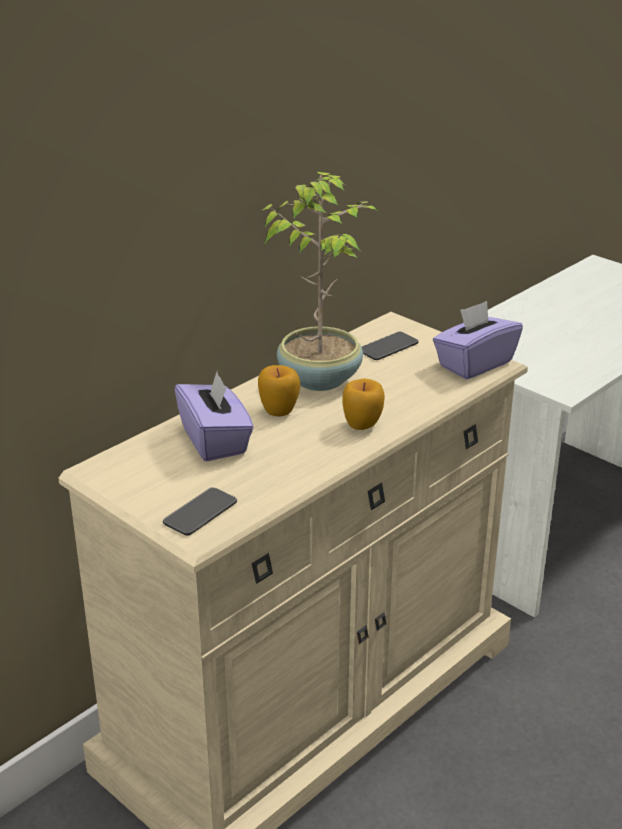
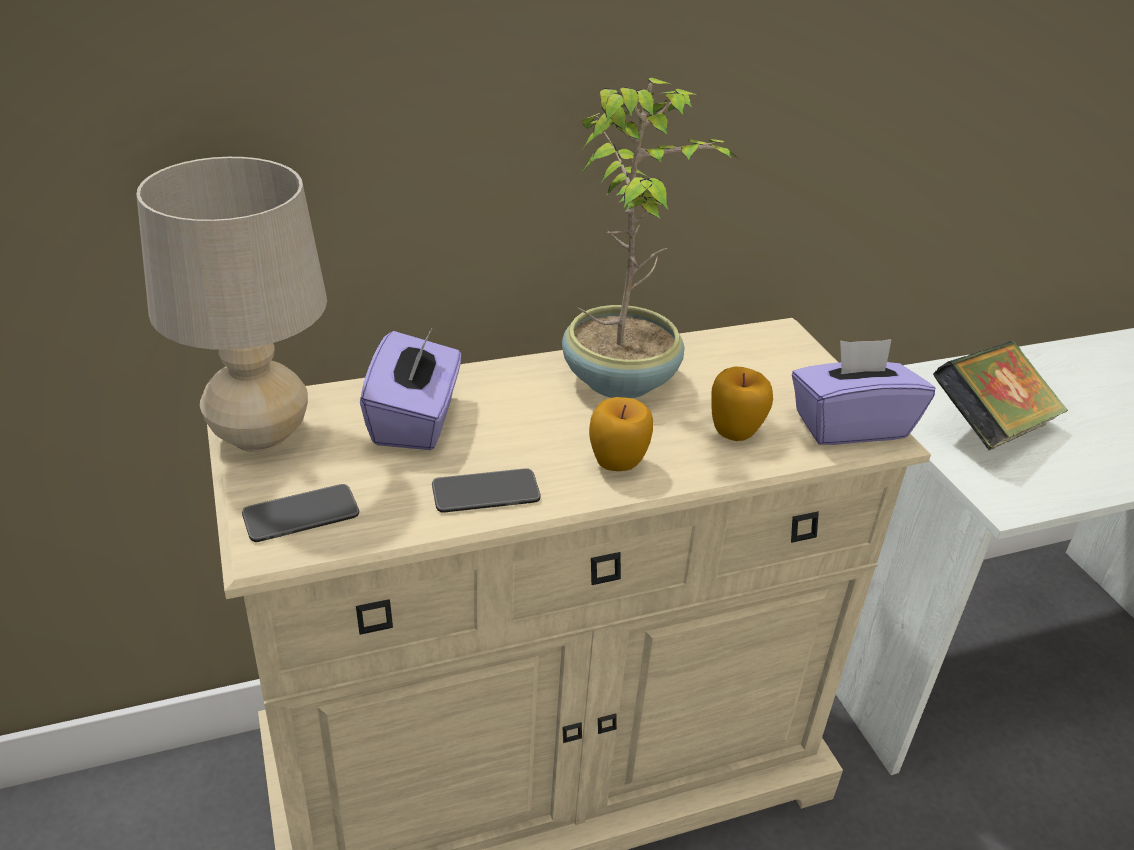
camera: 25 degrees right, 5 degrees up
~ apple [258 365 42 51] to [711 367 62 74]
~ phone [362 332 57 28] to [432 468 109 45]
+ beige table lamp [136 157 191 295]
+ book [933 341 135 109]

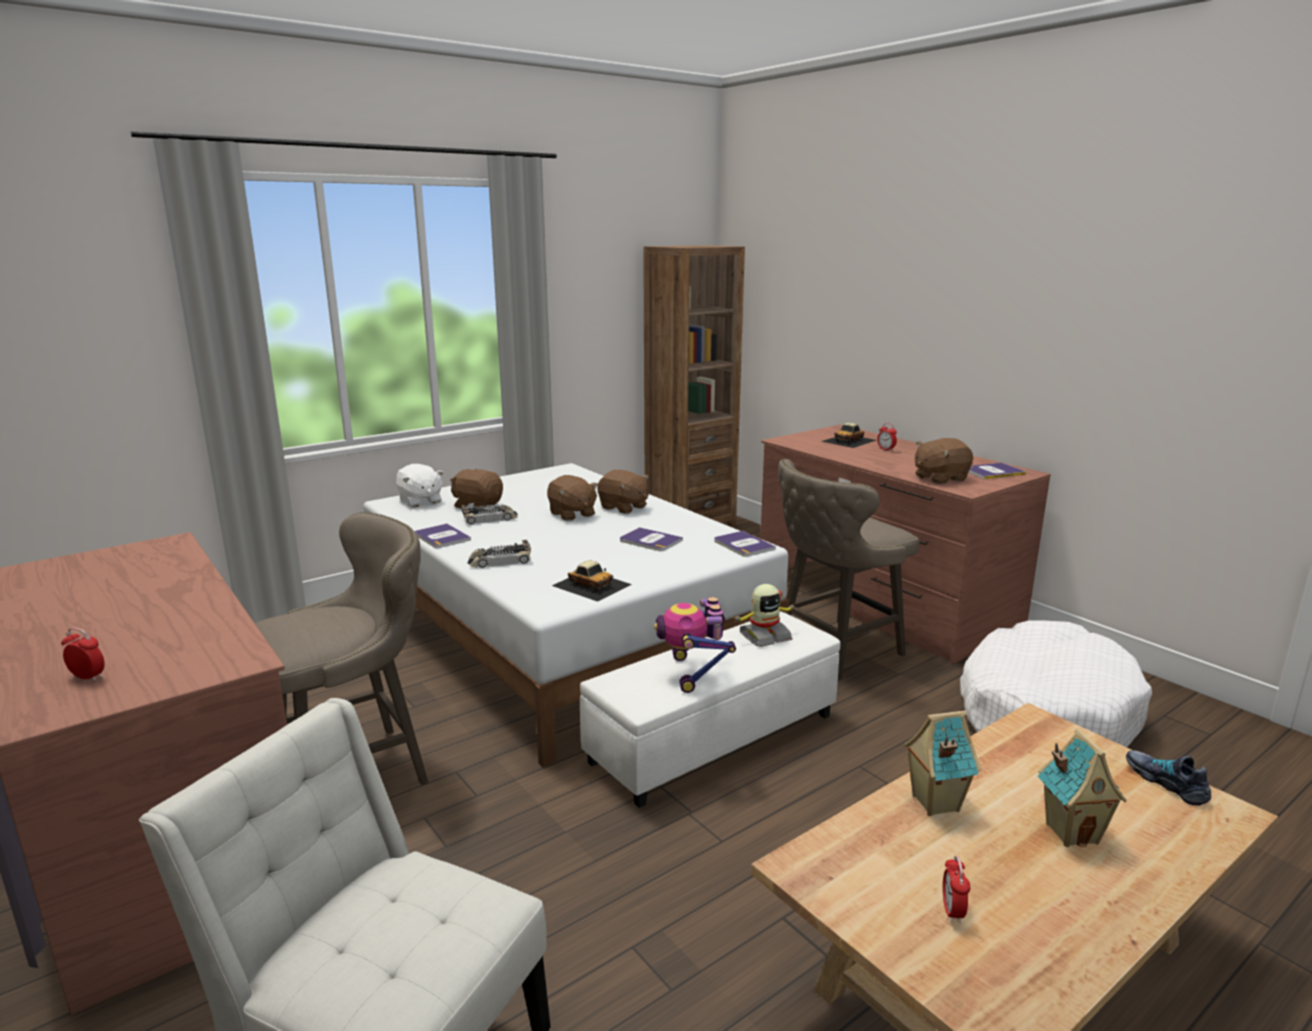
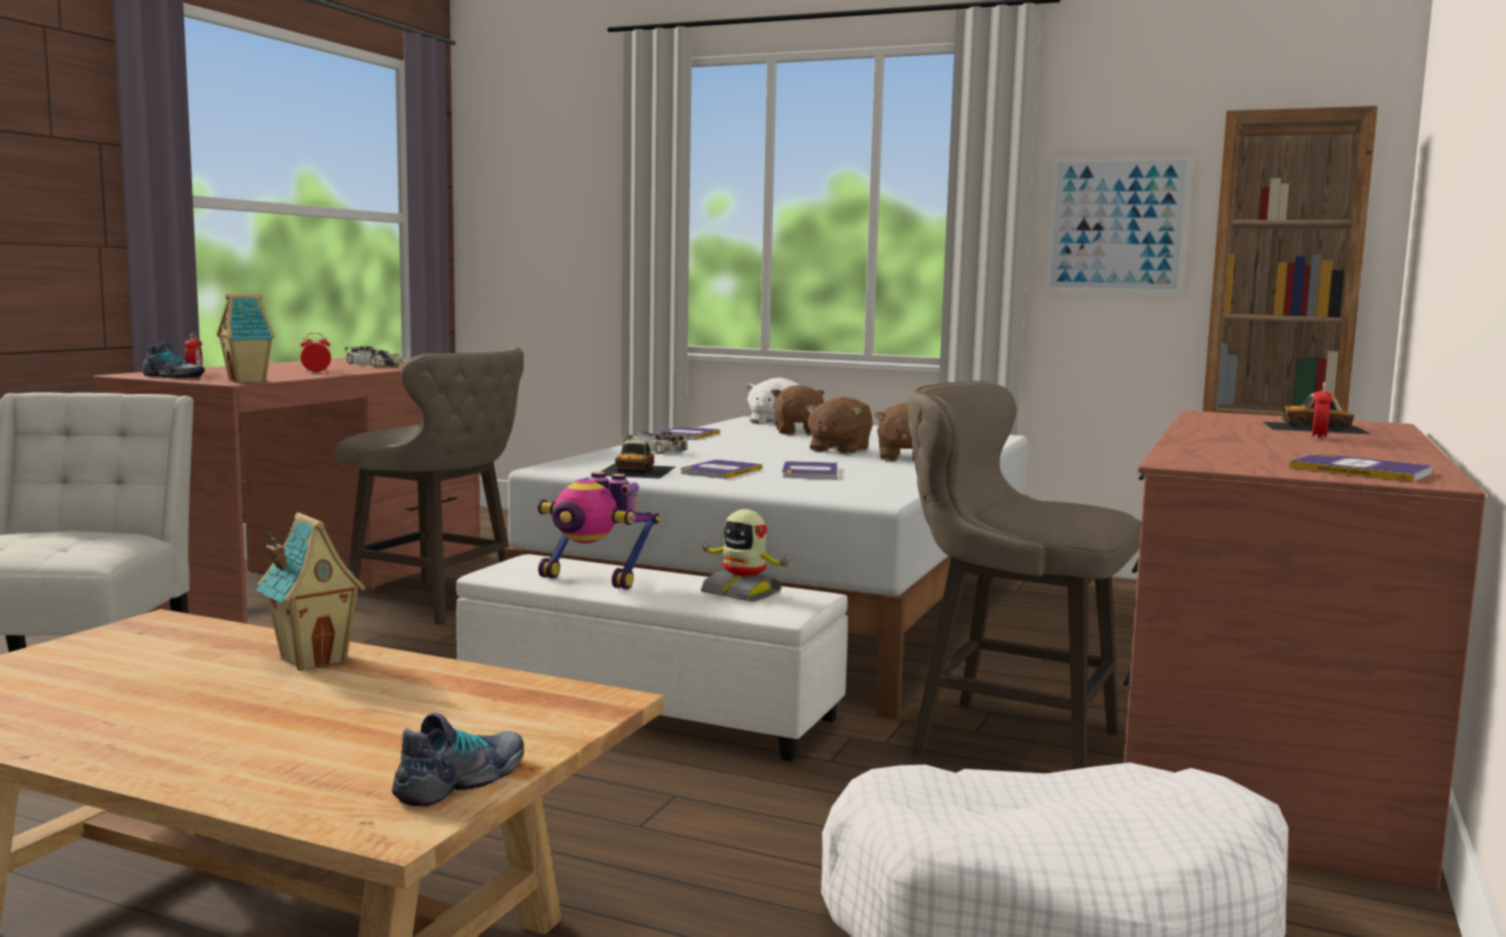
camera: 60 degrees right, 10 degrees down
~ toy car [461 505 57 20] to [345 346 60 21]
~ toy robot [654 597 82 96] = [537 472 123 117] 120 degrees counterclockwise
~ book [714 531 62 26] to [680 460 83 19]
- brown plush toy [915 438 58 46]
~ alarm clock [943 856 28 67] to [300 333 31 39]
~ toy house [1038 728 89 119] to [217 294 58 89]
+ shoe [142 342 63 36]
+ picture [1045 156 147 138]

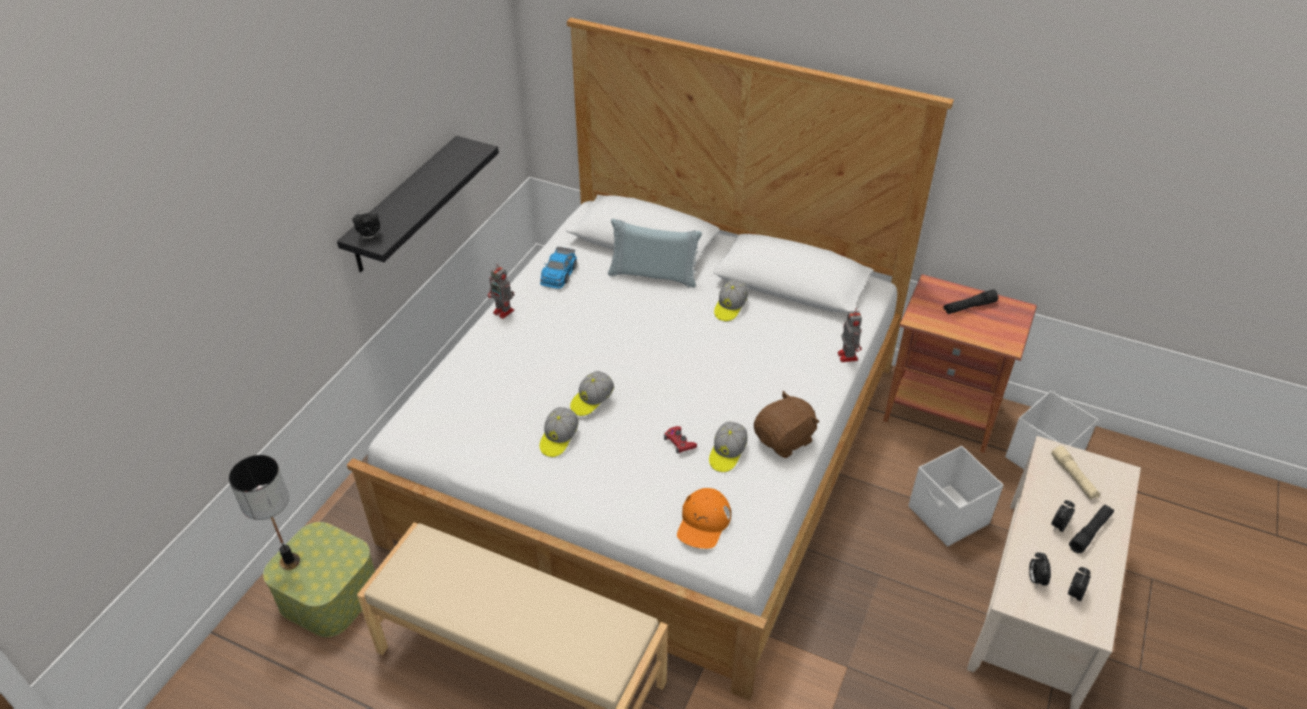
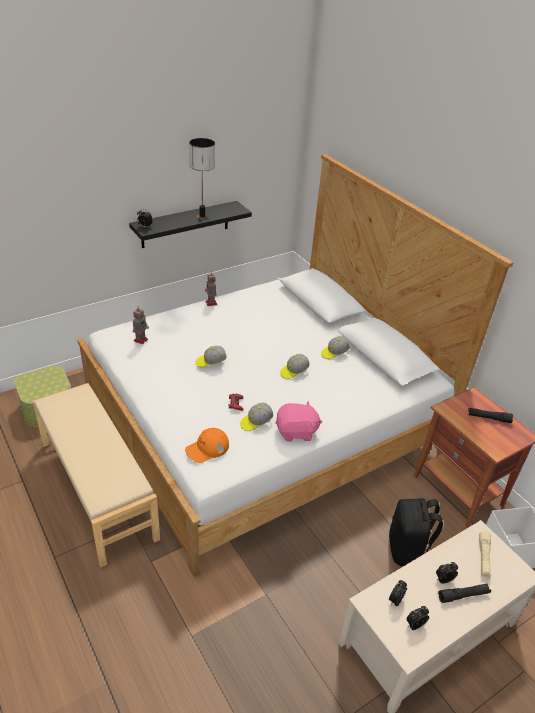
camera: 30 degrees right, 5 degrees down
~ table lamp [229 455 71 115] to [189 138 26 82]
~ cap [539 407 39 50] to [280 354 30 25]
- toy car [540 247 37 42]
- blue pillow [608 219 94 69]
~ brown plush toy [754 391 65 67] to pink plush toy [275 401 47 40]
~ toy robot [838 308 24 54] to [133 306 16 38]
~ white storage box [909 446 95 101] to black backpack [389 498 54 69]

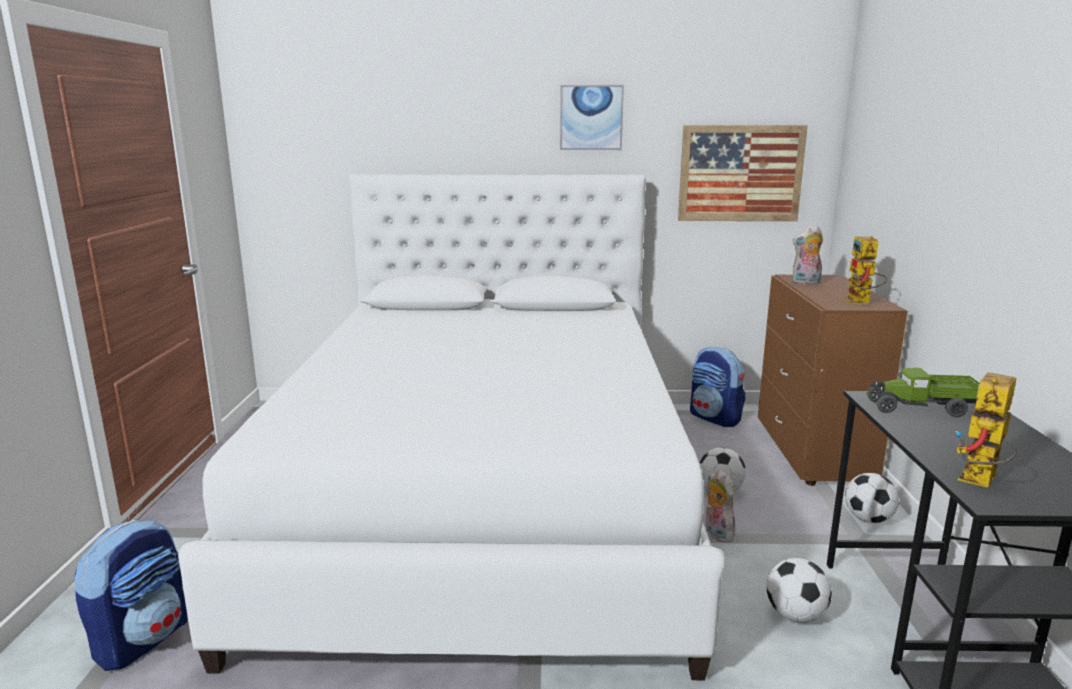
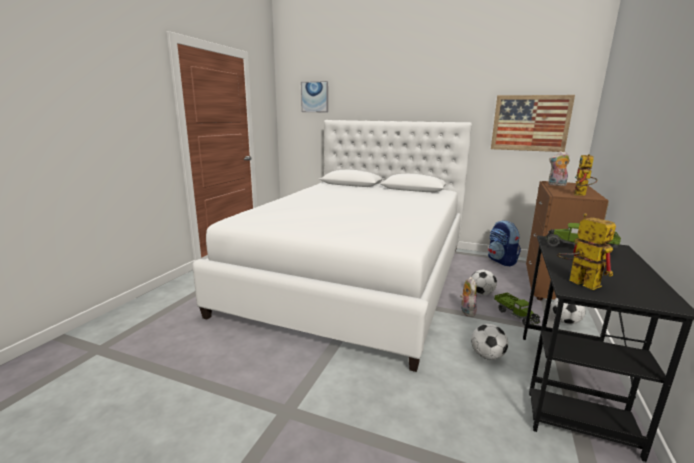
camera: 20 degrees right, 0 degrees up
- backpack [74 520 114 151]
~ picture [560 85 64 65] to [301 81 27 31]
~ toy robot [956 372 61 116] = [557 213 59 77] 90 degrees clockwise
+ toy truck [494 293 47 33]

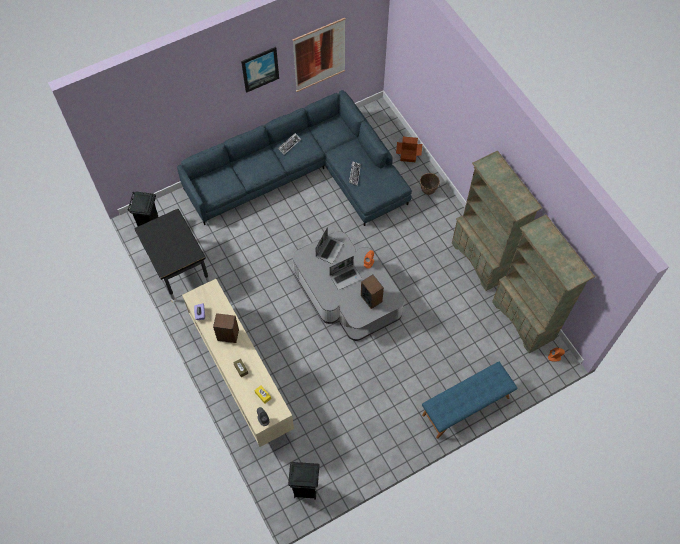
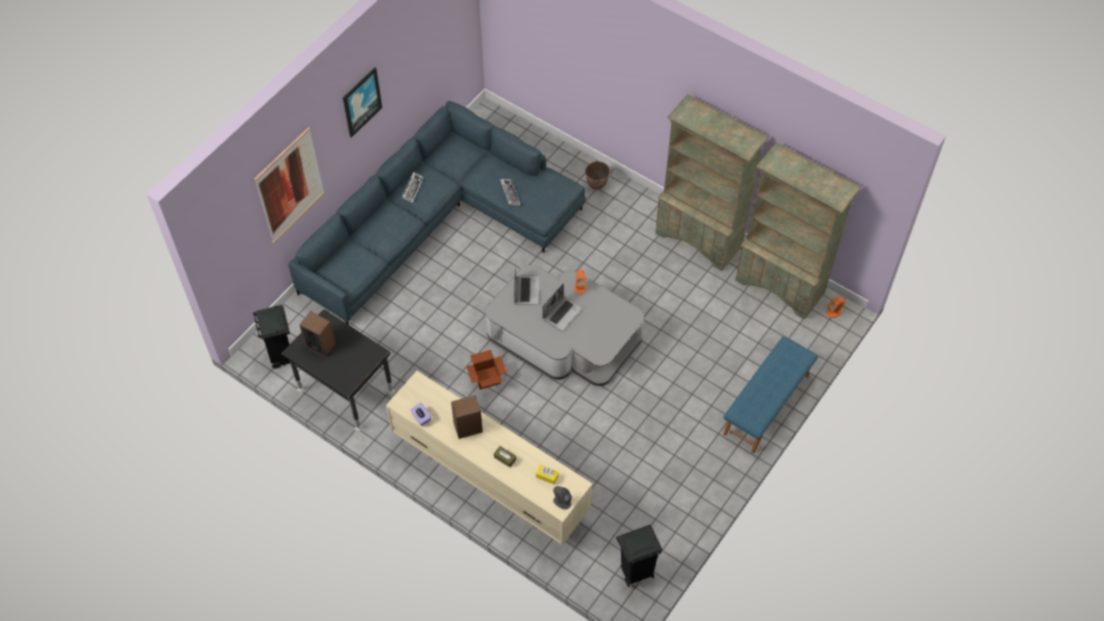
camera: 25 degrees left, 5 degrees down
~ picture [293 18 53 74] to [254 127 70 116]
~ speaker [361 275 23 34] to [299 311 37 46]
~ cardboard box [396 136 26 26] to [466 350 41 40]

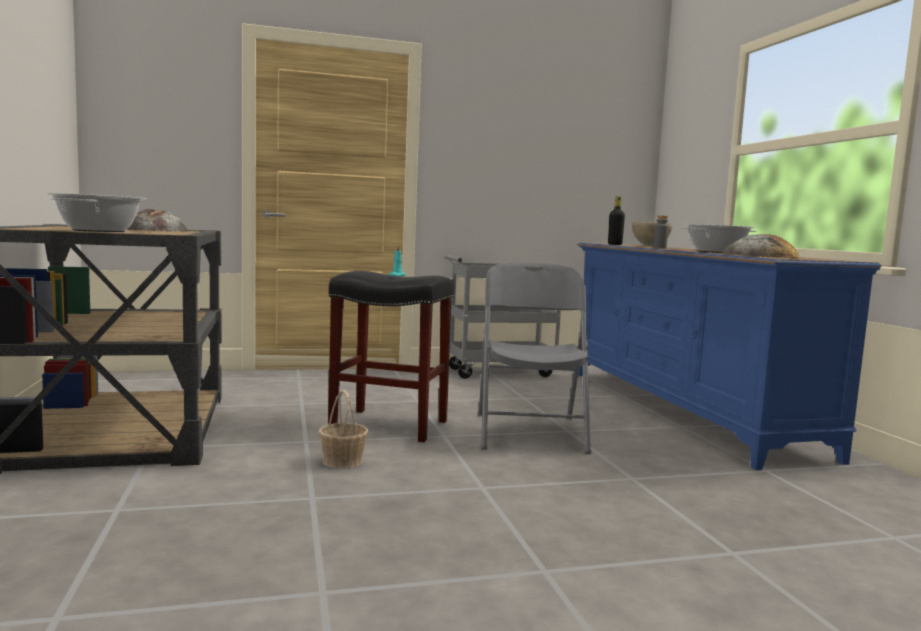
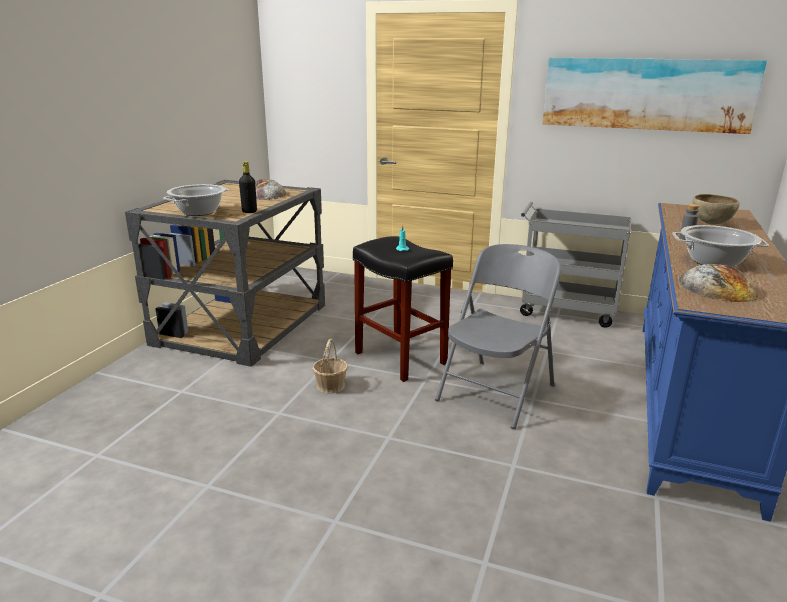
camera: 35 degrees right, 15 degrees up
~ black bottle [608 196 17 49] to [239 161 18 52]
+ picture [543 58 224 76]

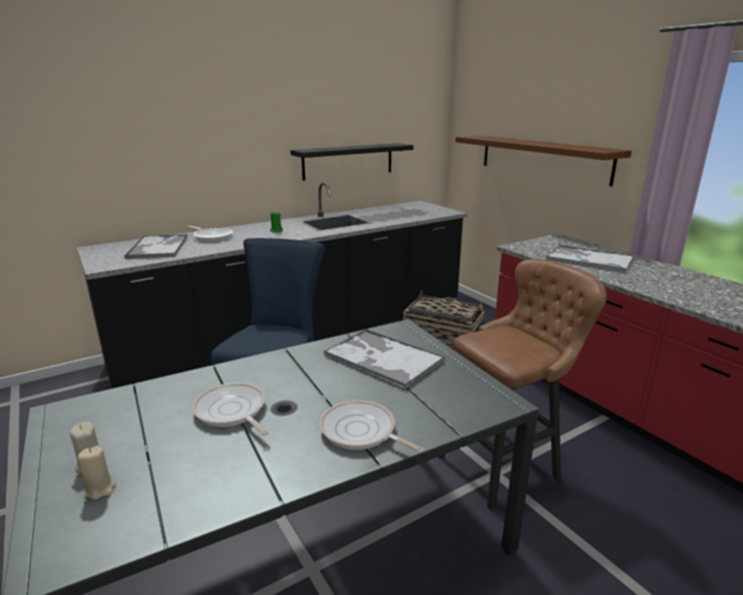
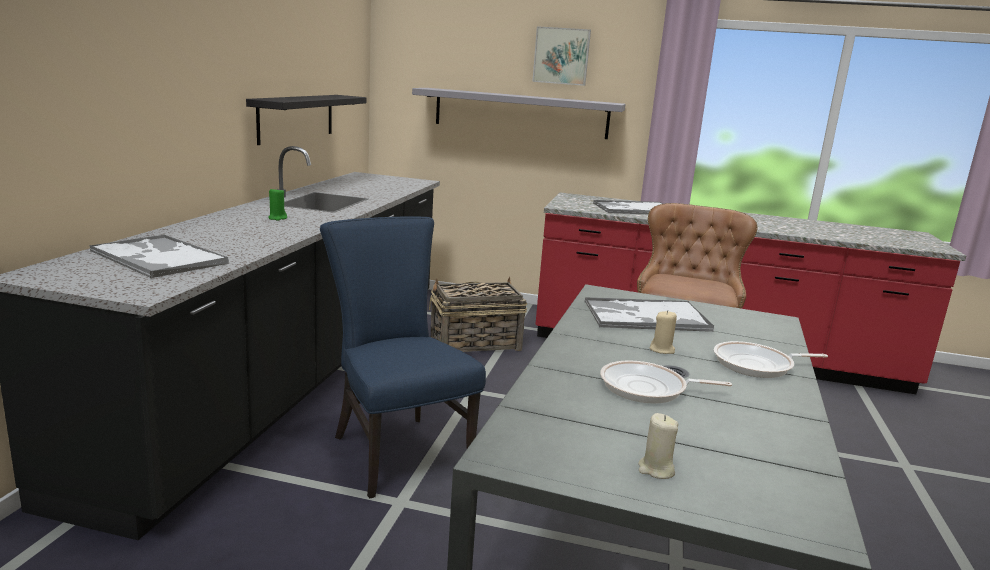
camera: 45 degrees left, 5 degrees down
~ beige candle [77 446 39 54] to [650 311 27 43]
- frying pan [188 226 45 16]
~ brown shelf [455 135 177 51] to grey shelf [412 88 213 51]
+ picture [532 26 59 60]

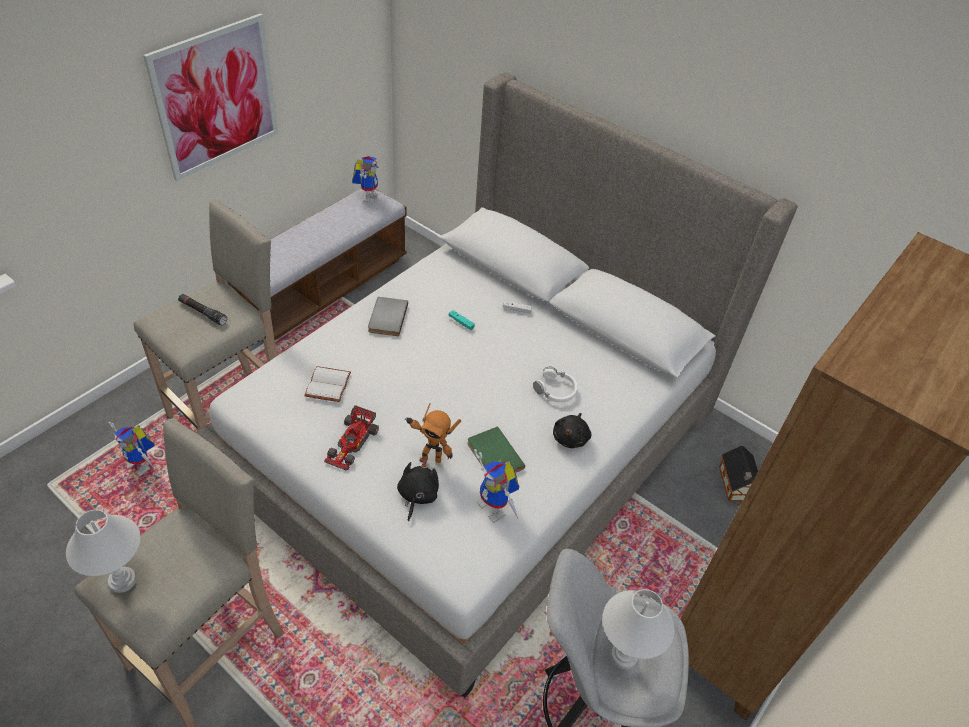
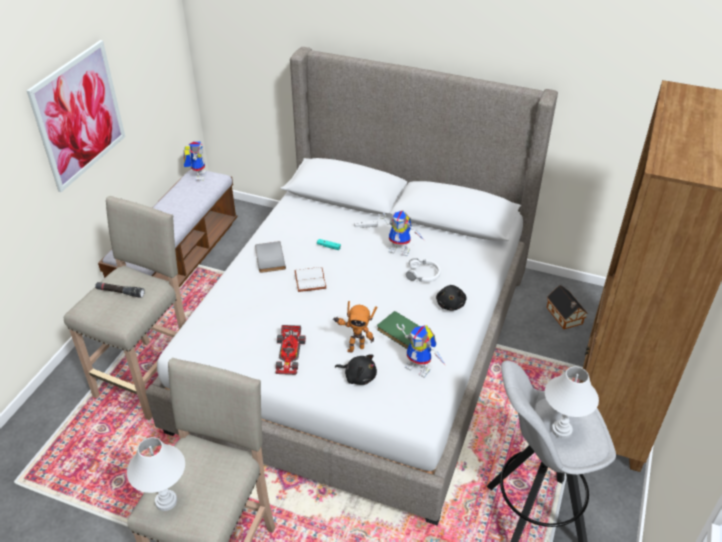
camera: 15 degrees left, 5 degrees down
~ toy robot [108 422 47 54] to [378 211 47 45]
~ white book [304 366 47 36] to [294 267 32 25]
~ black plush toy [397 460 42 61] = [335 354 42 31] 120 degrees clockwise

